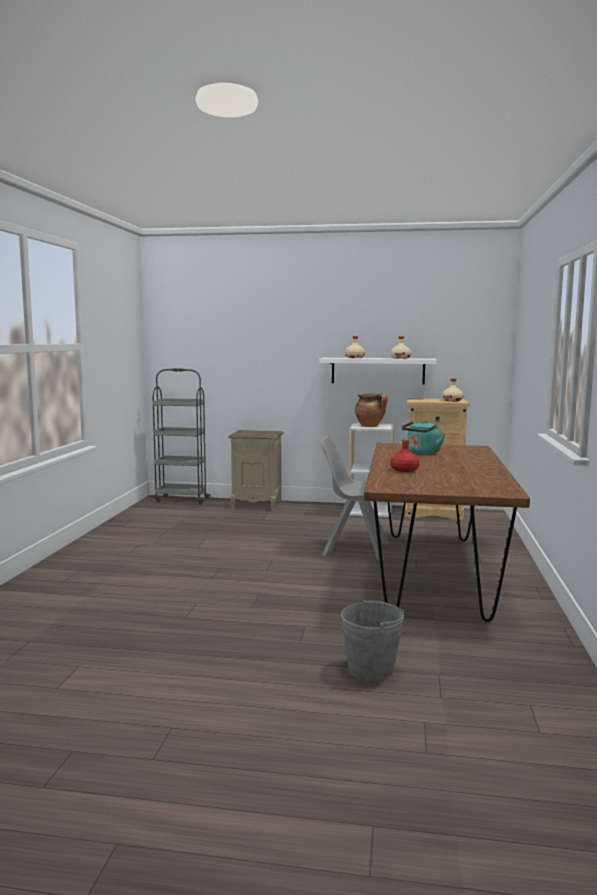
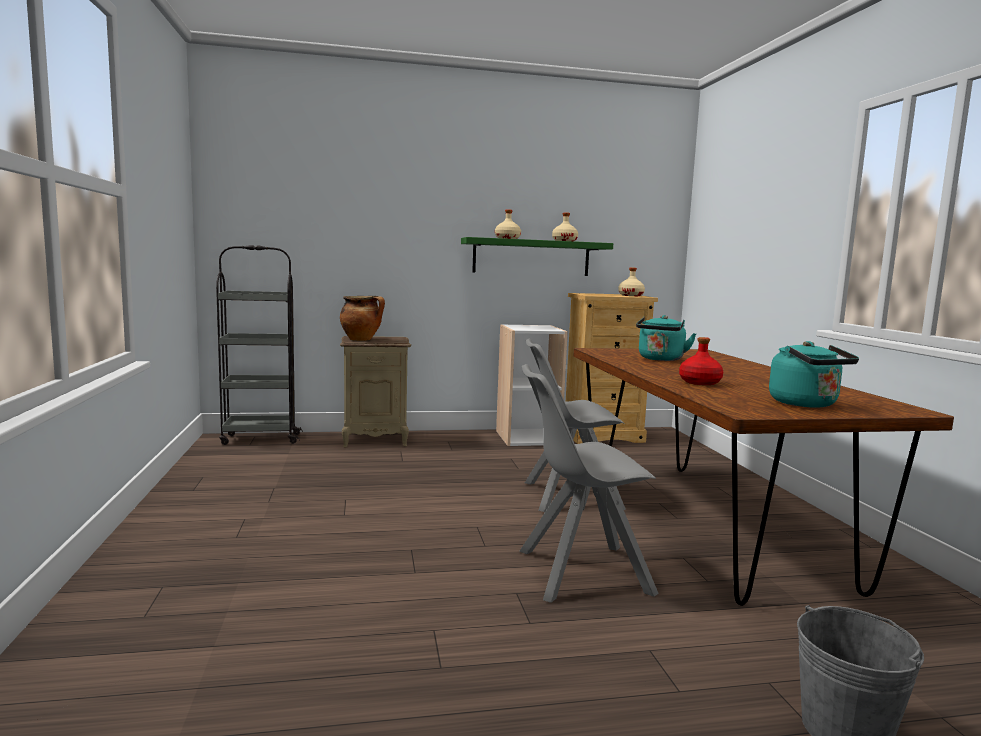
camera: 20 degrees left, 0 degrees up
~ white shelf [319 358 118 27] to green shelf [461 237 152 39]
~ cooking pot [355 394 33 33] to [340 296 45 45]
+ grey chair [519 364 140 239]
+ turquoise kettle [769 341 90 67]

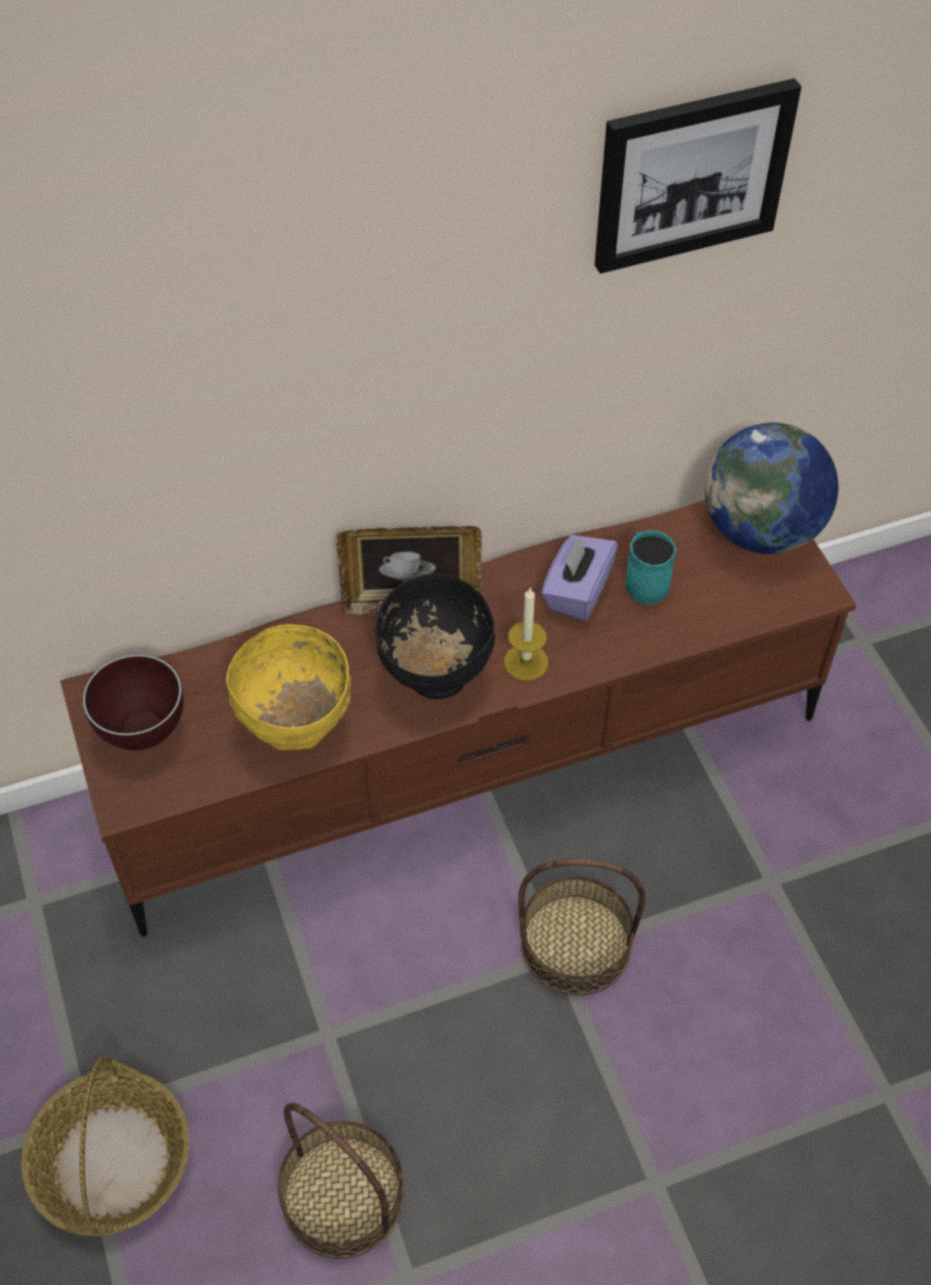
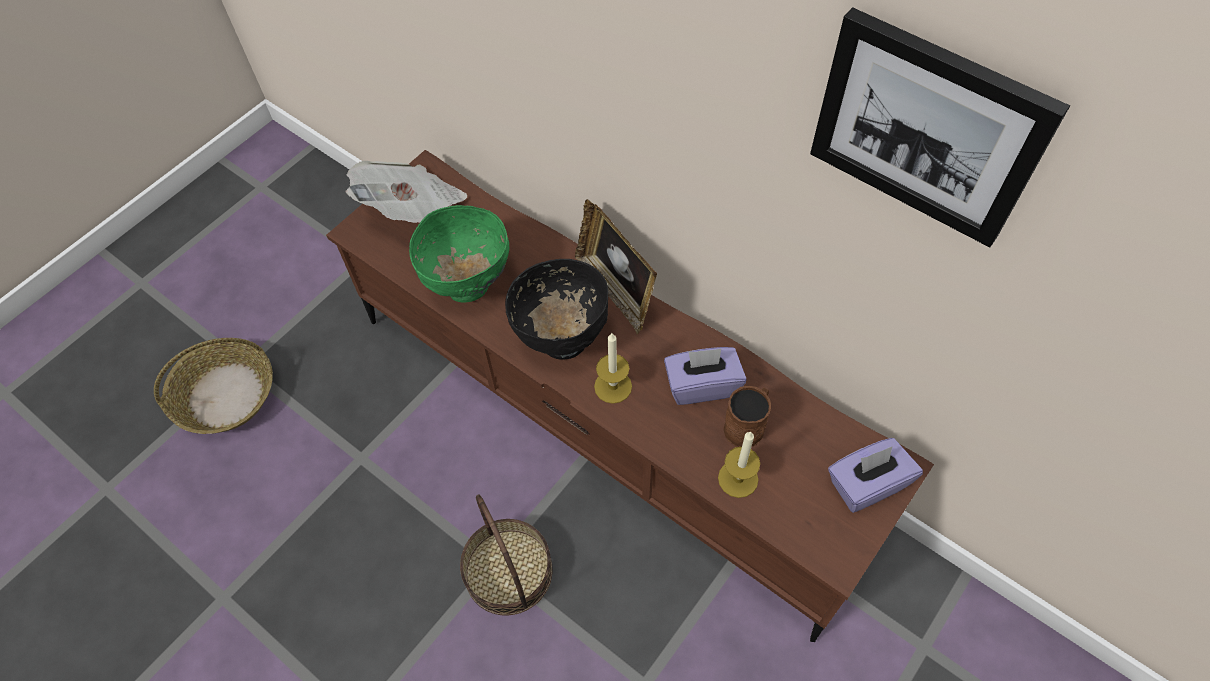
camera: 60 degrees right, 5 degrees up
~ brown bowl [82 655 102 95] to newspaper [345 161 122 62]
~ yellow bowl [226 624 125 126] to green bowl [409 205 100 98]
- basket [277 1103 127 156]
~ turquoise mug [625 530 52 75] to brown mug [723 386 48 61]
~ globe [705 422 133 132] to purple tissue box [828 438 95 75]
+ candle [718 431 42 67]

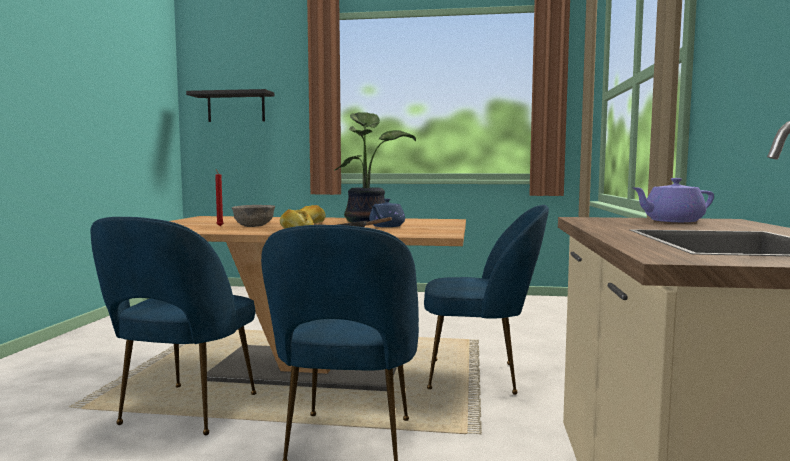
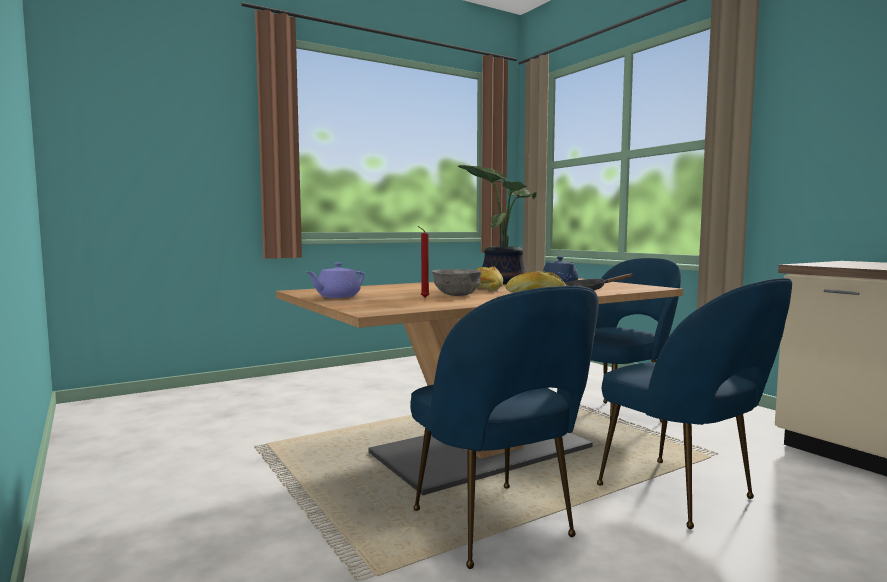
camera: 40 degrees left, 0 degrees up
- black shelf [186 89 88 33]
~ purple teapot [631 178 83 44] to [307 262 57 36]

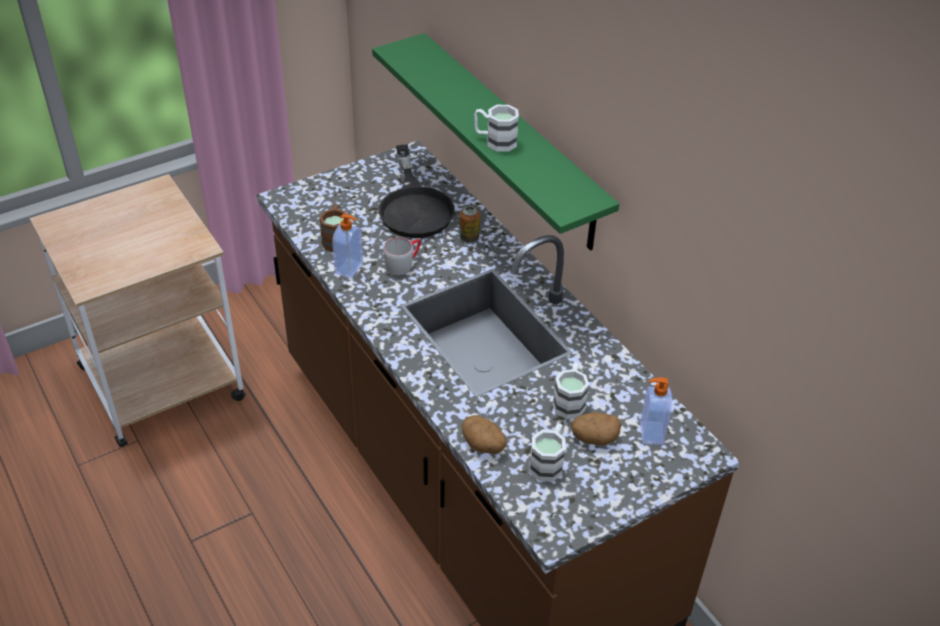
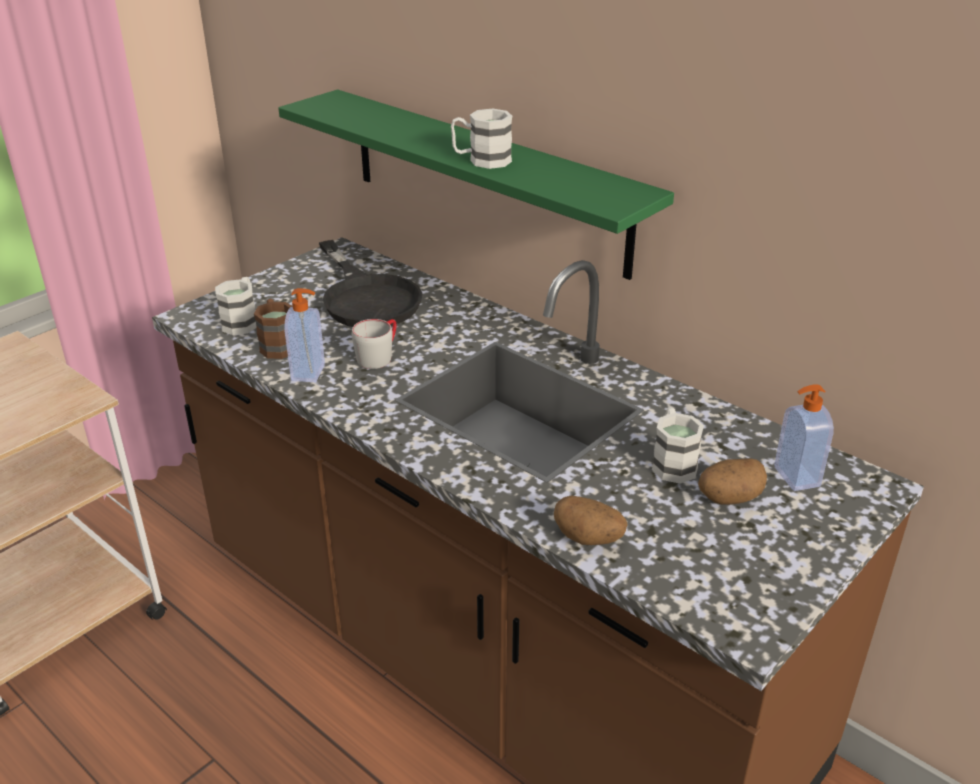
camera: 15 degrees left, 10 degrees down
- can [459 204 21 38]
~ white mug [529 423 37 59] to [215 277 41 58]

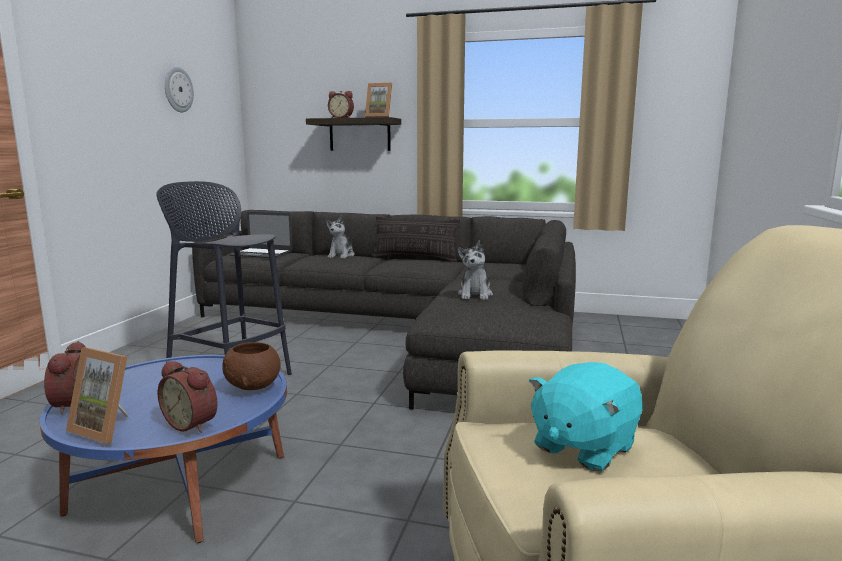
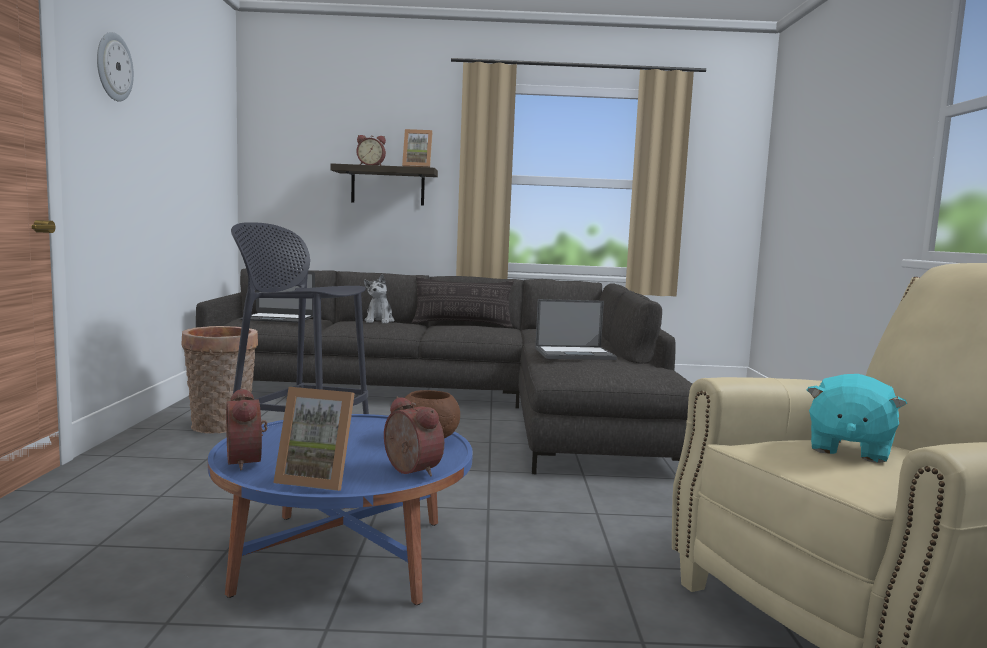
camera: 15 degrees left, 5 degrees down
~ alarm clock [158 361 60 72] = [384 397 60 80] 150 degrees counterclockwise
~ wall clock [165 67 29 45] to [97 32 37 70]
~ plush toy [458 241 35 59] to laptop [535 299 82 61]
+ basket [181 326 77 107]

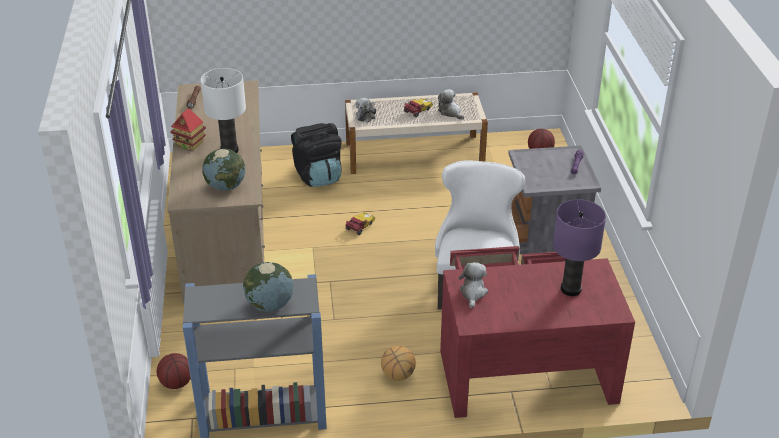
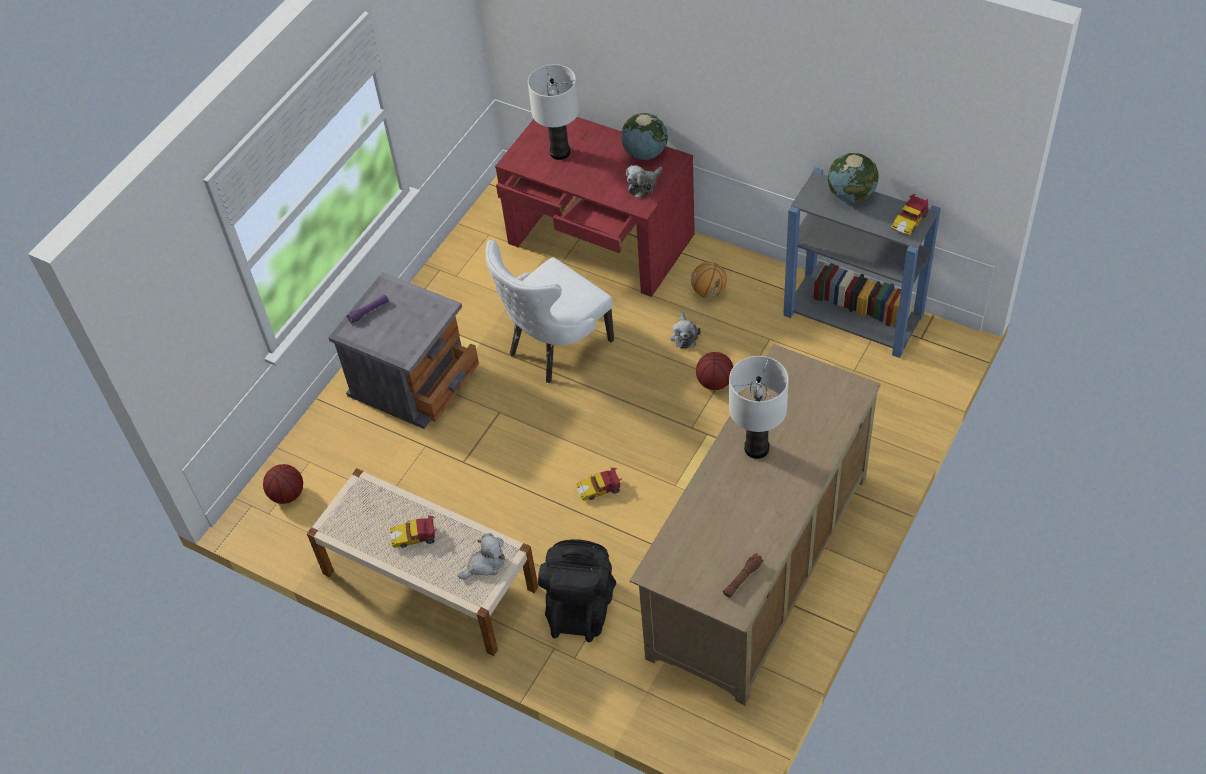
camera: 140 degrees left, 15 degrees up
~ basketball [157 353 34 36] to [696 352 37 38]
- toy house [170 108 36 43]
~ globe [202 149 43 42] to [621 113 47 47]
~ plush toy [438 89 26 31] to [670 312 31 37]
~ purple table lamp [553 199 53 97] to white table lamp [528 64 51 96]
+ toy car [891 194 37 42]

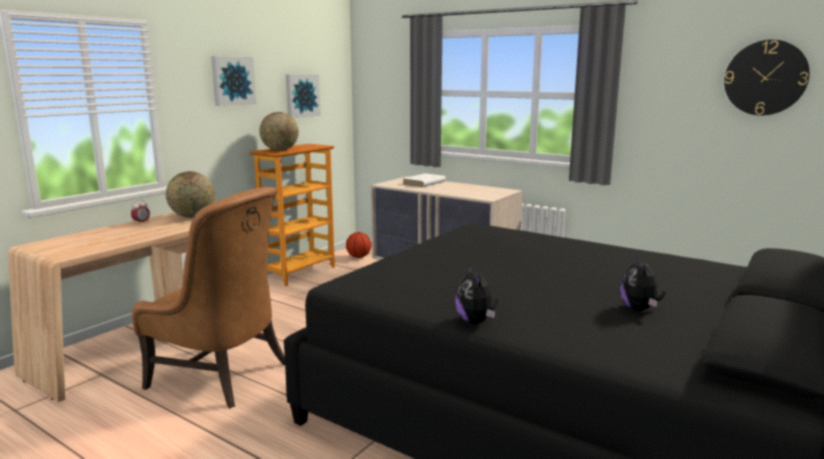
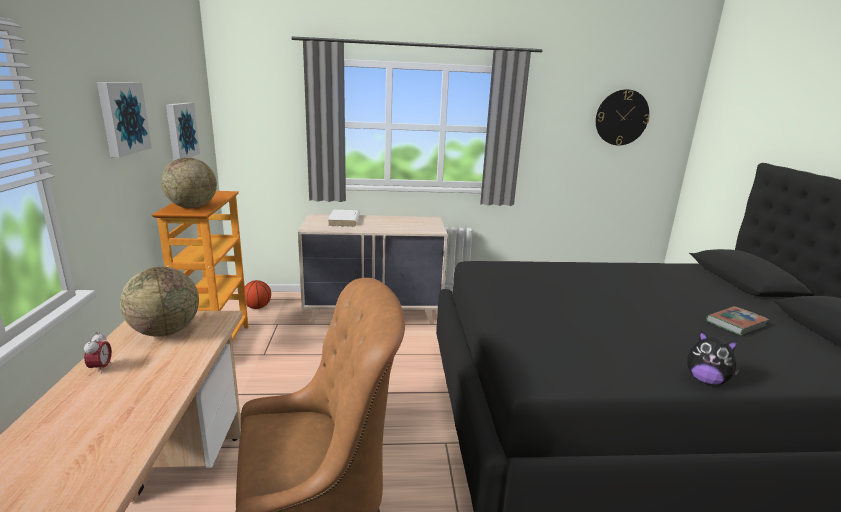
camera: 40 degrees left, 5 degrees up
~ plush toy [620 255 45 56] to book [706 306 63 30]

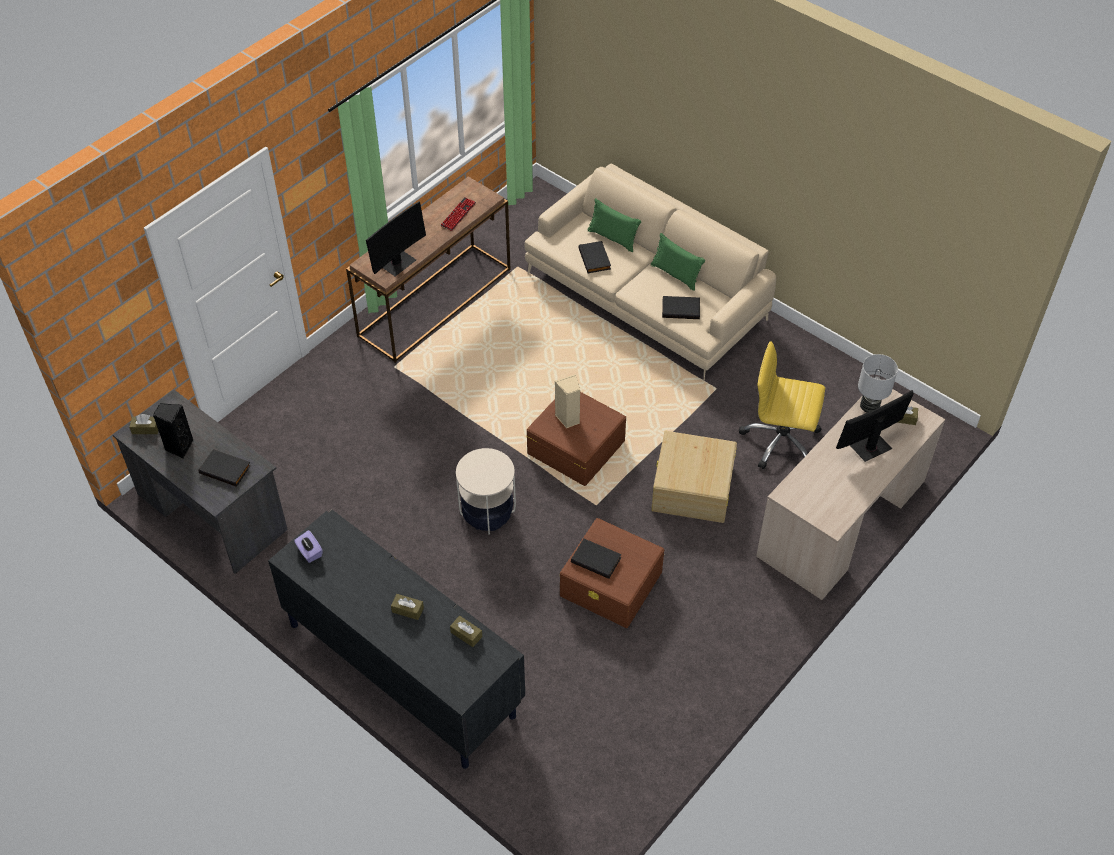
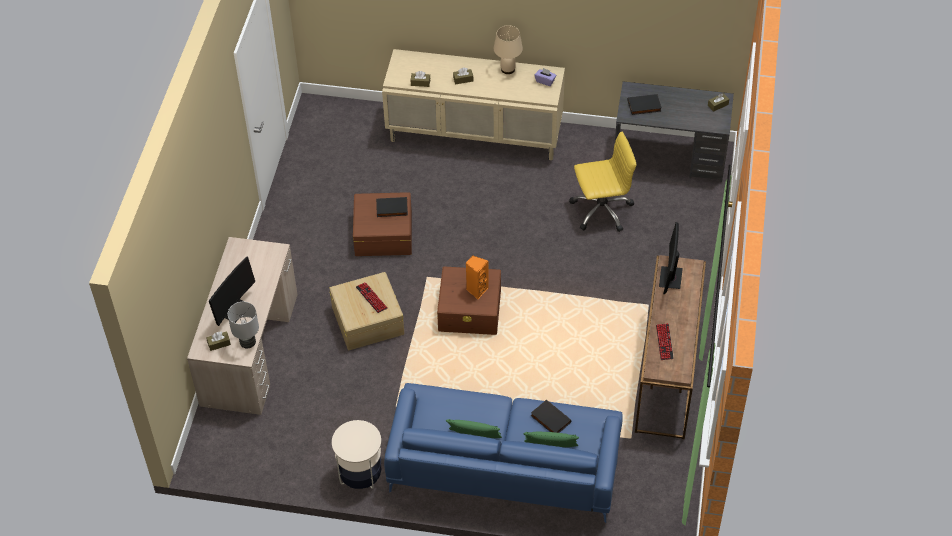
camera: 150 degrees right, 0 degrees up
- black speaker [153 403 41 56]
~ black cabinet [268 510 257 259] to beige cabinet [382 49 183 111]
~ beige side table [456 448 60 87] to [332 420 49 69]
~ beige sofa [525 164 251 217] to blue sofa [384 383 239 140]
~ beige speaker [555 374 25 54] to orange speaker [466 255 23 44]
- black book [662 296 38 23]
~ yellow office chair [739 341 86 128] to [569 131 68 101]
+ keyboard [356 282 32 31]
+ beige table lamp [494 25 29 49]

